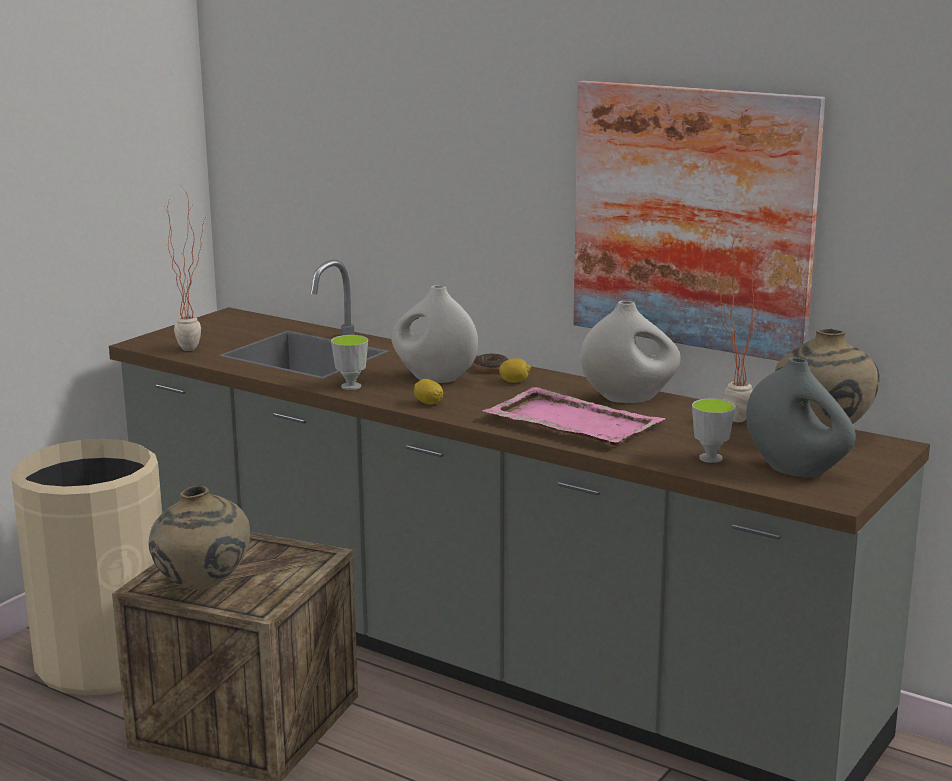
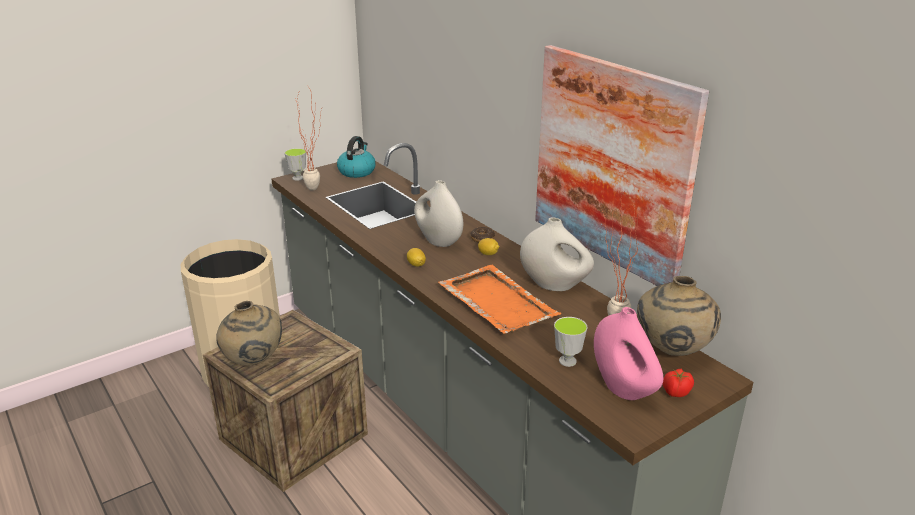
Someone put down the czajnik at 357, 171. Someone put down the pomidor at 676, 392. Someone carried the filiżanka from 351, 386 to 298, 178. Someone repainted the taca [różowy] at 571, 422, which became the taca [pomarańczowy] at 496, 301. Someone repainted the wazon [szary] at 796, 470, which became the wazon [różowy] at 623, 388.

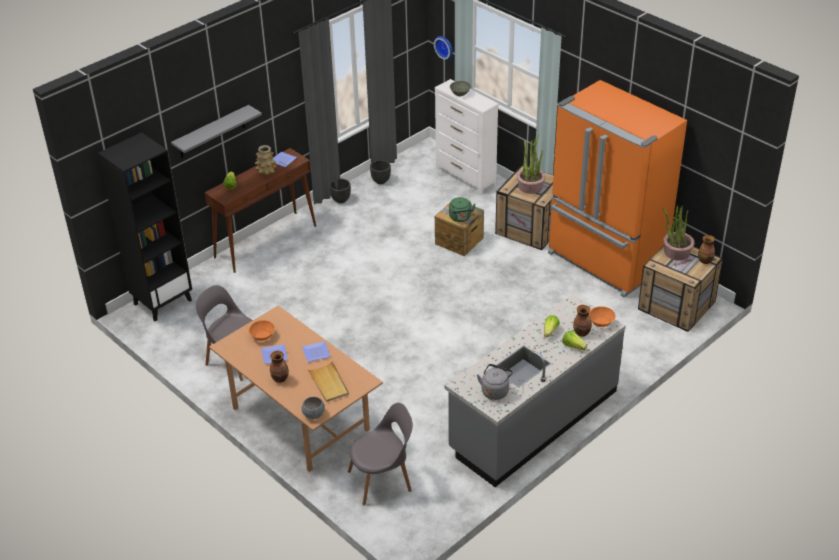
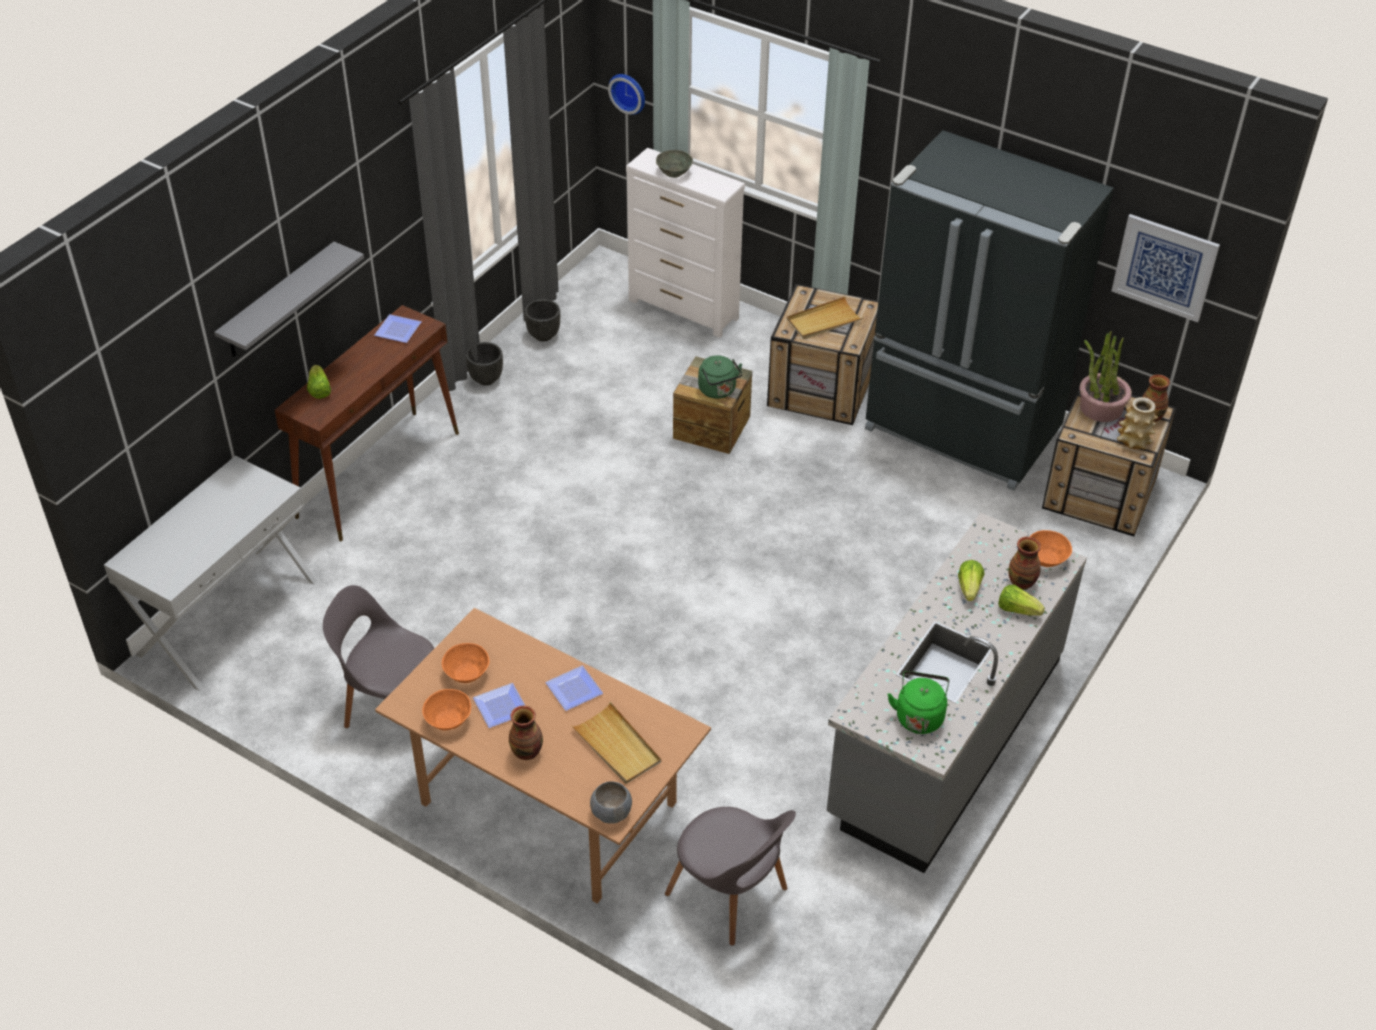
Someone put down the miska [pomarańczowy] at 447, 719. Someone put up the obraz at 1165, 267. Someone carried the wazon from 266, 171 to 1133, 441. Someone swapped the regał [czarny] at 163, 302 for the stolik konsolowy [biały] at 227, 616. Someone swapped the roślina doniczkowa at 530, 186 for the taca [beżowy] at 824, 321. Someone repainted the czajnik [szary] at 495, 391, which became the czajnik [zielony] at 919, 715. Someone repainted the lodówka [pomarańczowy] at 605, 262, which became the lodówka [czarny] at 961, 432. Someone rotated the krzesło [szary] at 382, 480 by 75 degrees clockwise.

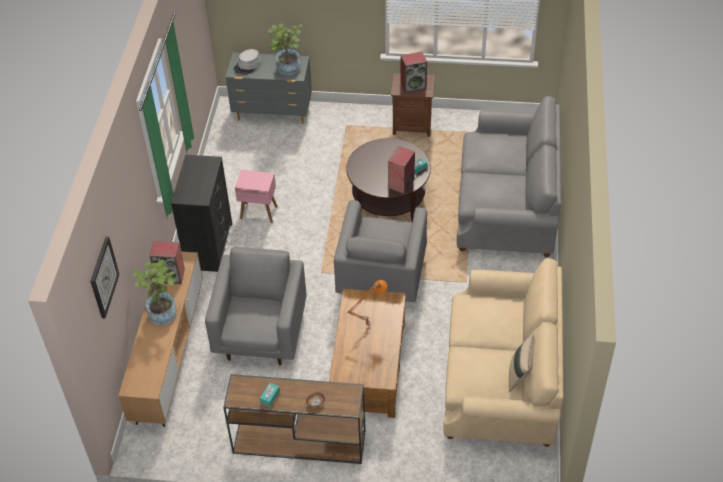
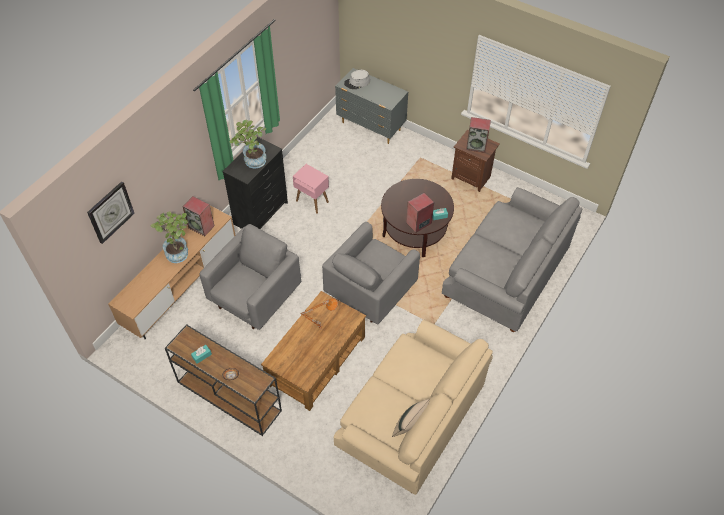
Someone carried the roślina doniczkowa from 287, 70 to 252, 162.

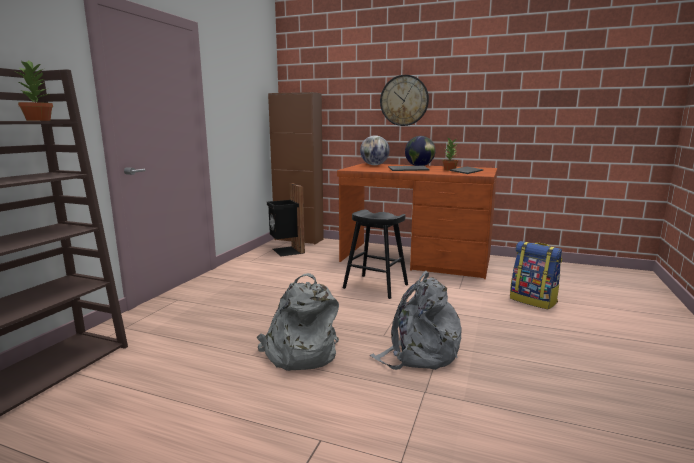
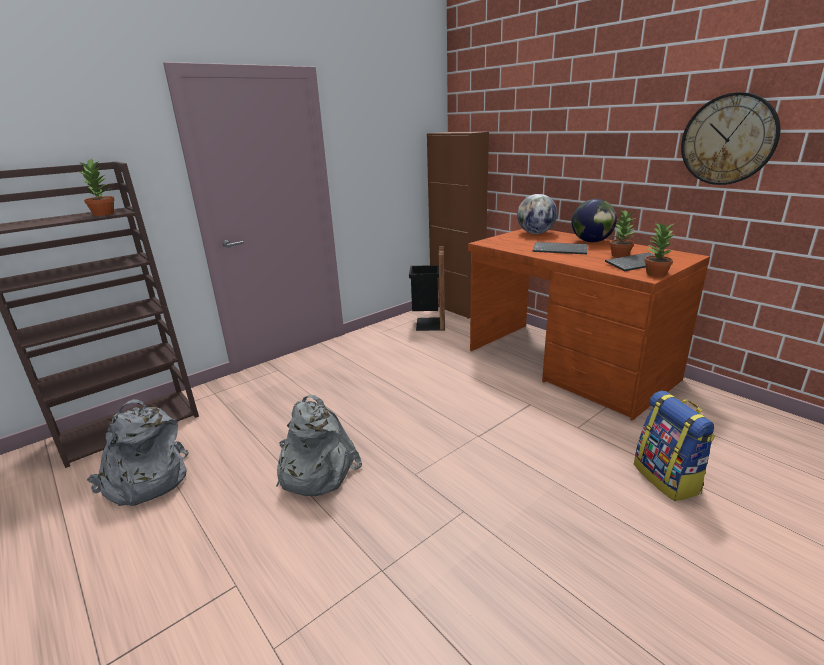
Someone took away the stołek [czarny] at 375, 286. Someone put down the roślina doniczkowa at 655, 274. Someone carried the plecak [szary] from 419, 353 to 145, 481. Someone carried the zegar ścienny from 404, 100 to 728, 139.

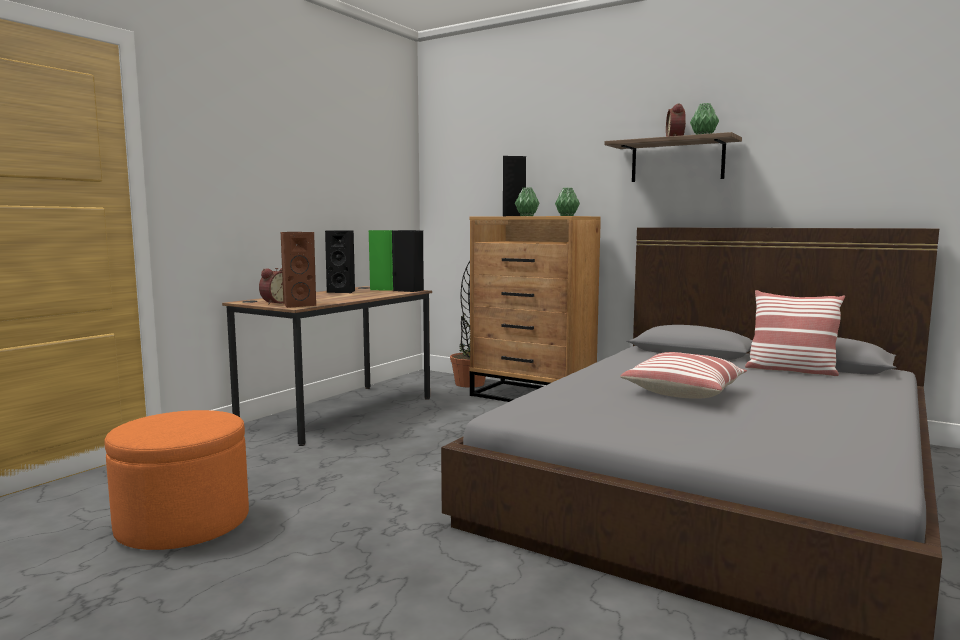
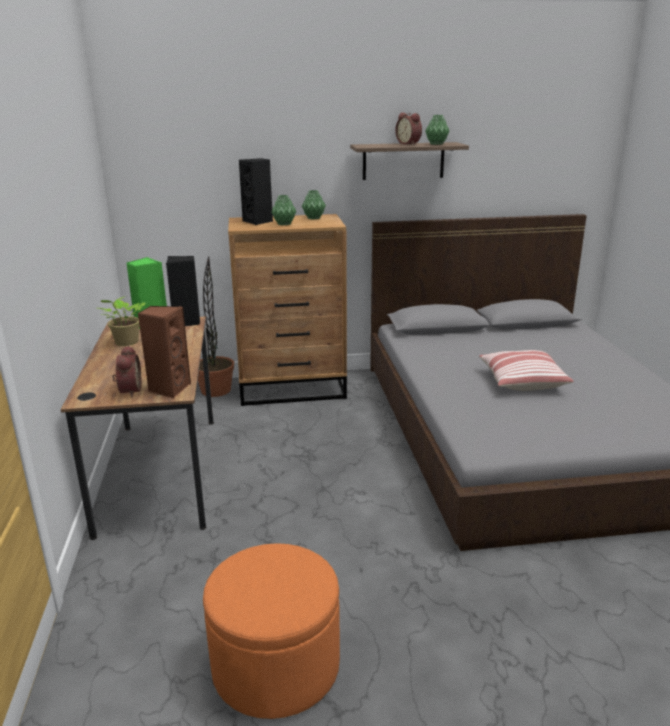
Someone took away the poduszka at 791, 370. Someone swapped the głośnik [czarny] at 343, 291 for the roślina doniczkowa at 126, 343.

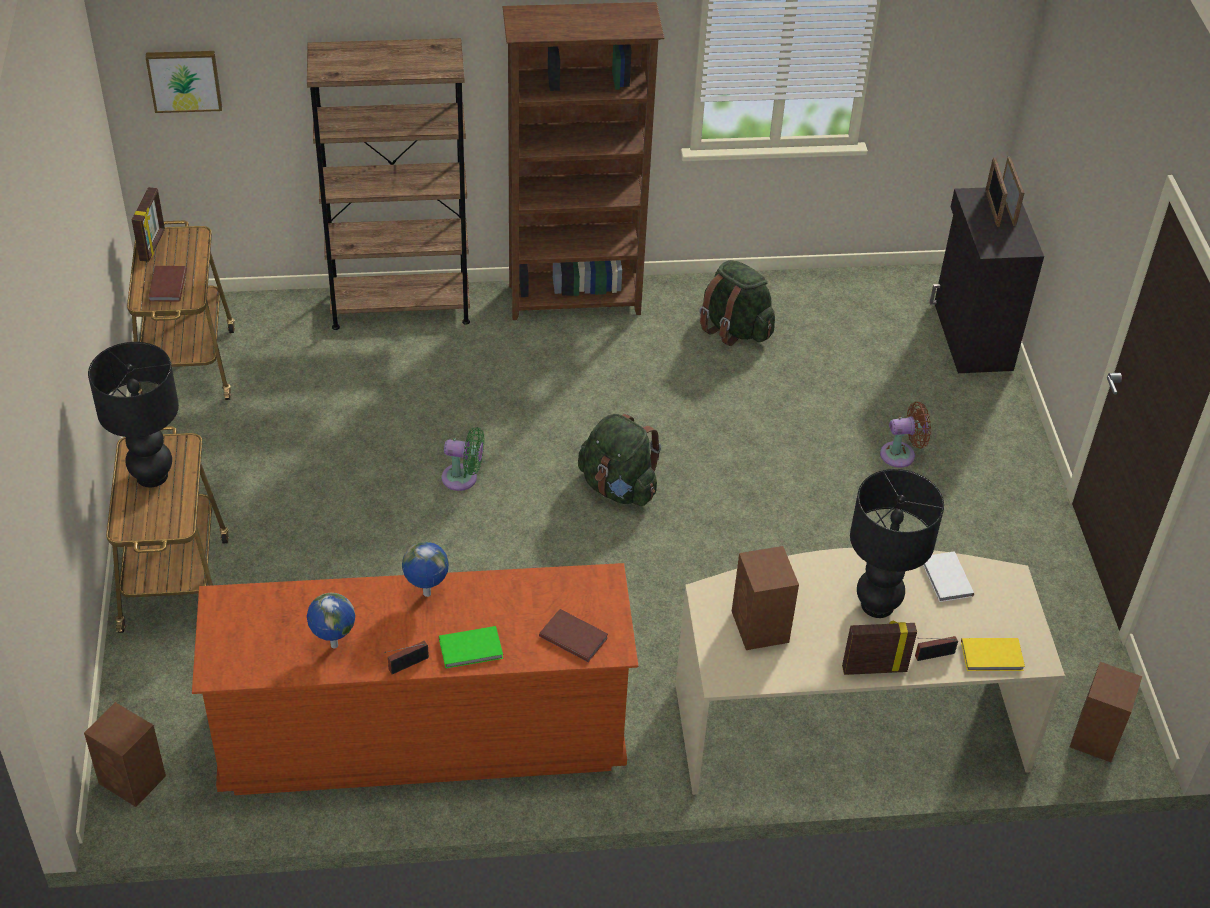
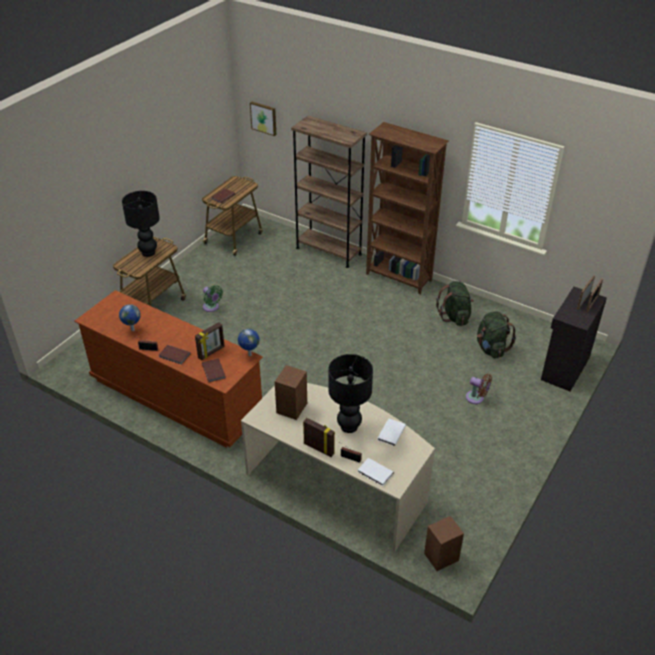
Someone took away the głośnik [brązowy] at 133, 780. Someone carried the ramka na zdjęcie from 153, 245 to 211, 352. Someone carried the globus from 427, 594 to 249, 355. Someone carried the wentylator [zielony] from 463, 478 to 212, 307. Someone carried the plecak [zielony] from 618, 487 to 491, 348. Someone repainted the książka [zielony] at 472, 649, which became the książka [brązowy] at 174, 356. Someone repainted the książka [żółty] at 993, 657, which became the książka [biały] at 375, 473.

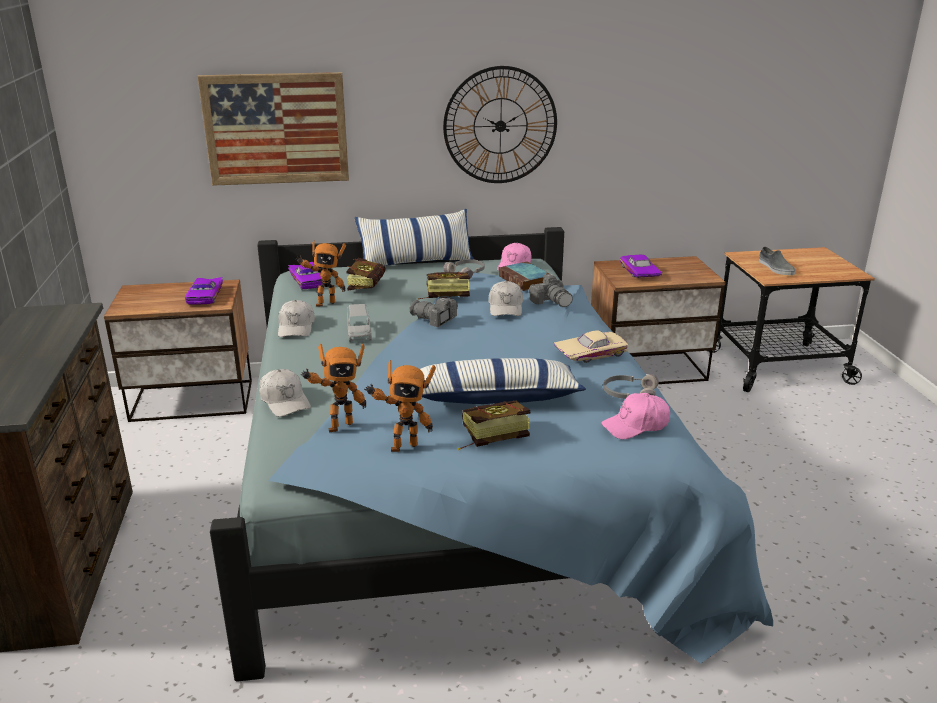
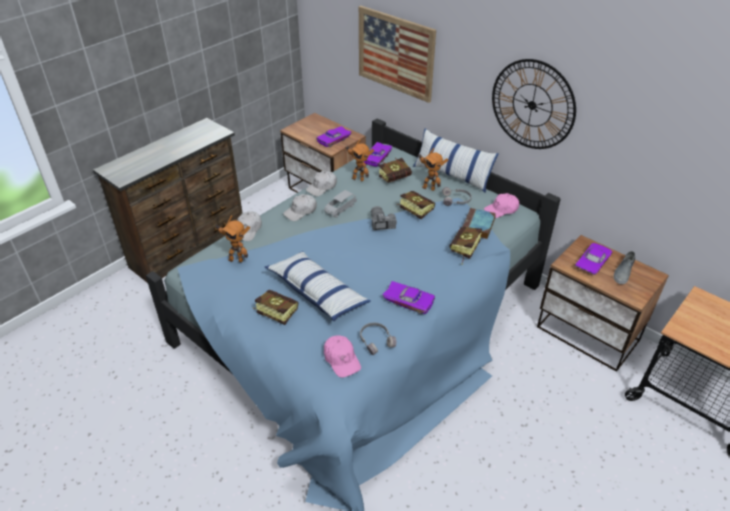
Someone carried the robot zabawkowy from 402, 446 to 429, 188. Someone carried the czapka z daszkiem [biały] from 506, 307 to 300, 211. Someone carried the but [szary] from 775, 268 to 623, 272. Someone swapped the aparat fotograficzny at 551, 301 for the książka at 463, 251. Someone repainted the samochodzik [beżowy] at 589, 353, which became the samochodzik [fioletowy] at 409, 300. Someone rotated the czapka z daszkiem [różowy] at 636, 426 by 150 degrees counterclockwise.

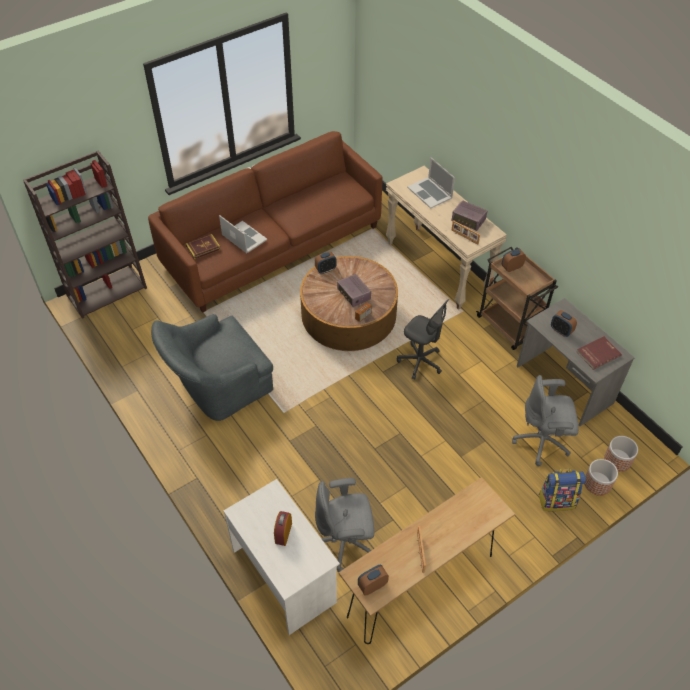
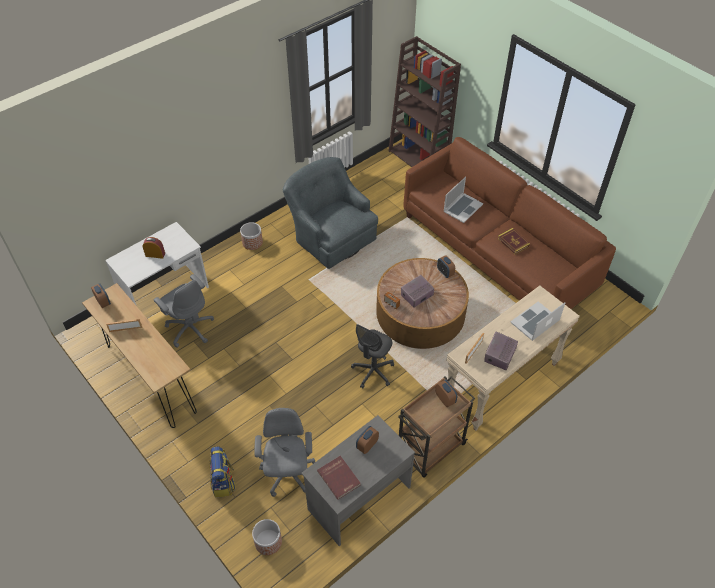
Someone carried the książka from 203, 248 to 513, 242. Someone carried the donica from 597, 483 to 252, 242. Someone rotated the krzesło biurowe [szary] at 344, 542 by 150 degrees clockwise.

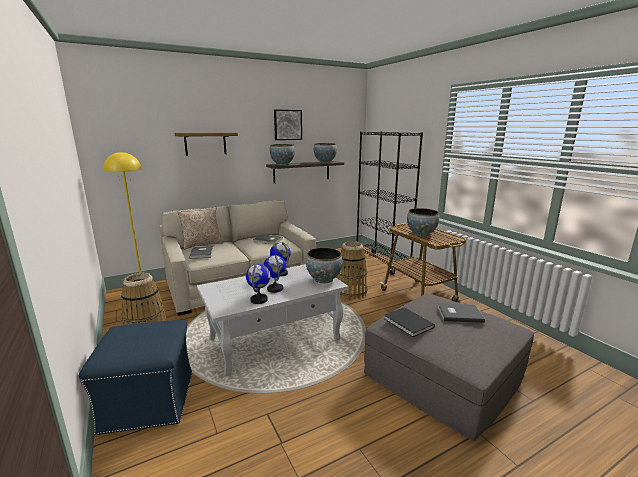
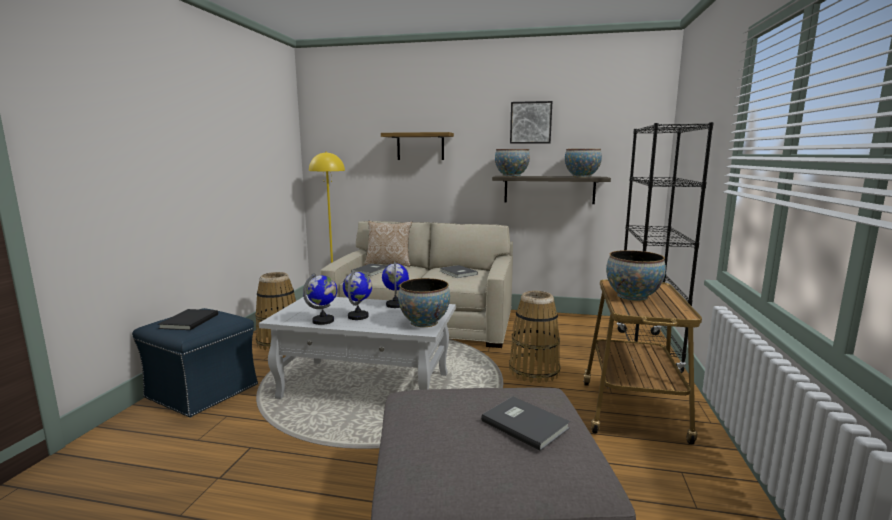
Someone carried the książka [czarny] from 408, 323 to 187, 321.

